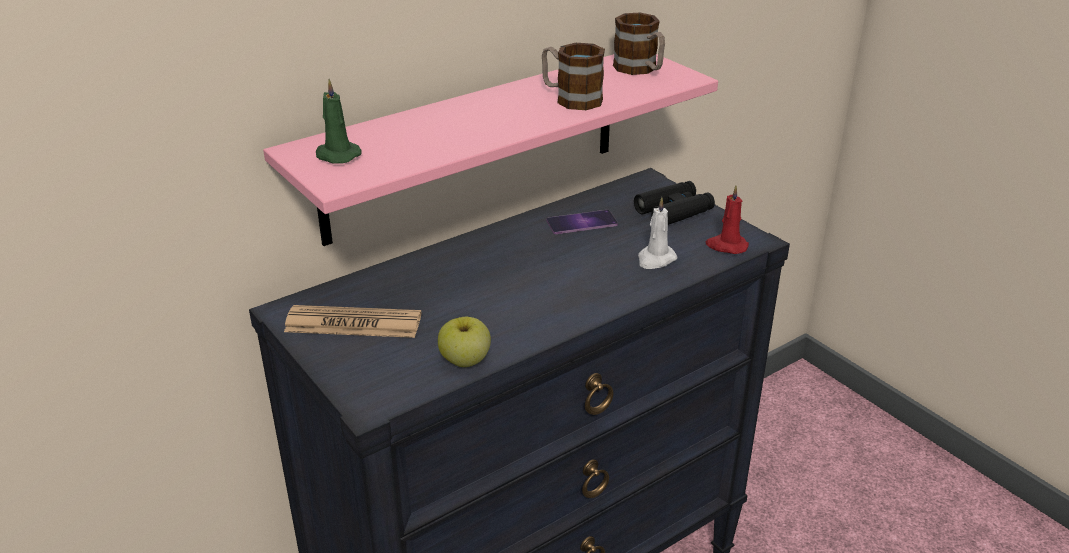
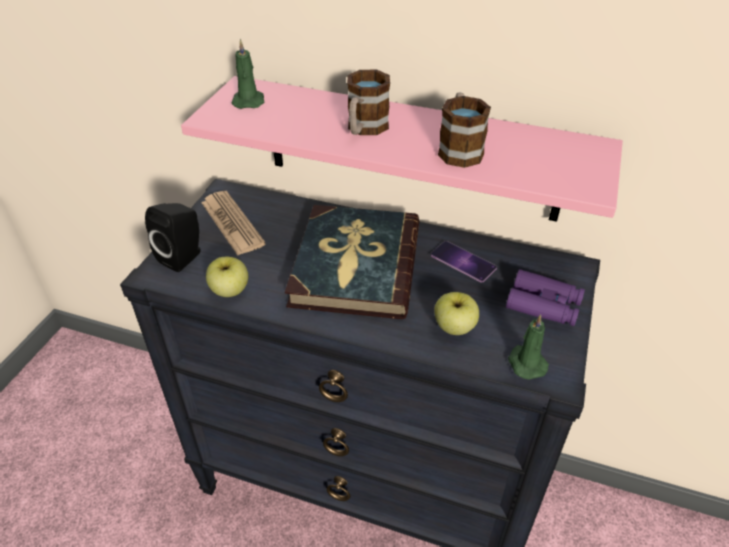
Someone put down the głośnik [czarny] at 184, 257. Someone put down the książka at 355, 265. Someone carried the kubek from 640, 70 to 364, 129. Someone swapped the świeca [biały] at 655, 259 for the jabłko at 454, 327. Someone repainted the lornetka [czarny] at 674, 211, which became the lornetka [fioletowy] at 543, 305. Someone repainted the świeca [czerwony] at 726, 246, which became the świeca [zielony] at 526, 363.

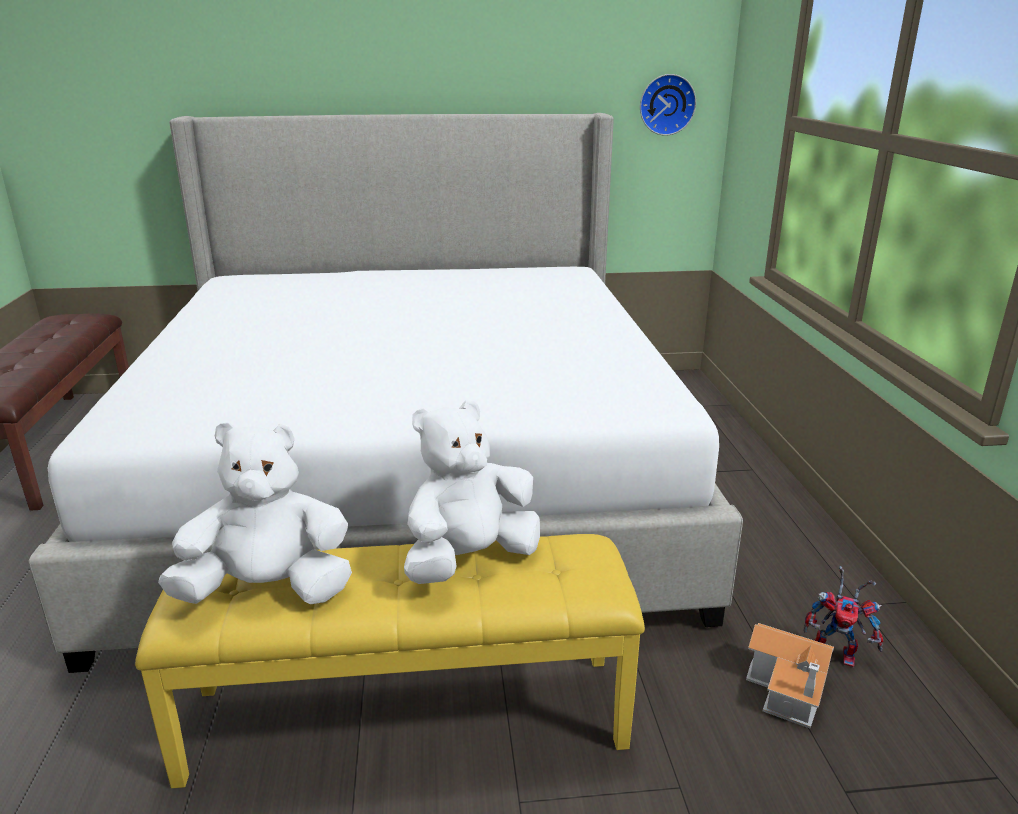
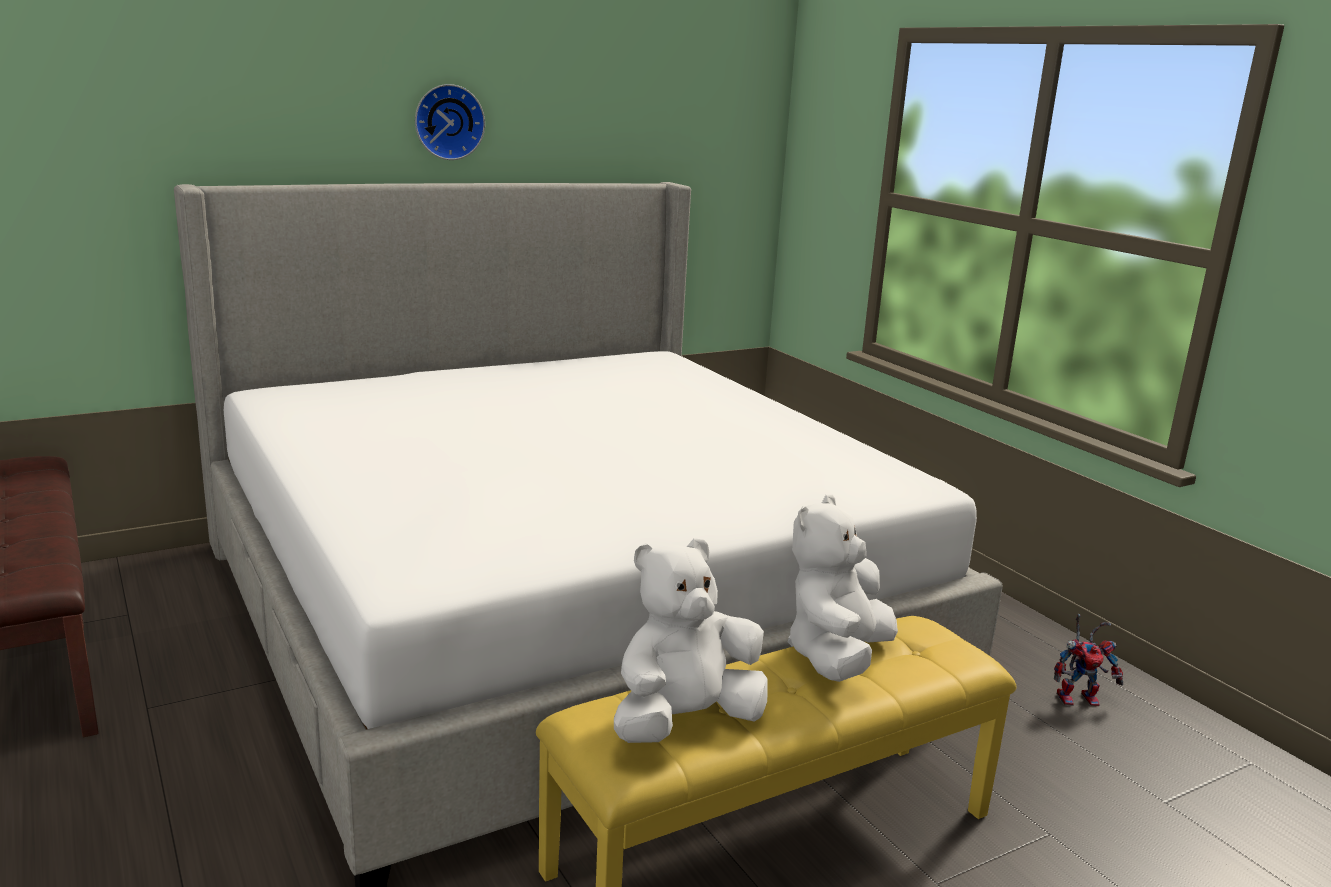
Someone took away the domek at 789, 689. Someone carried the zegar ścienny from 666, 104 to 448, 122.

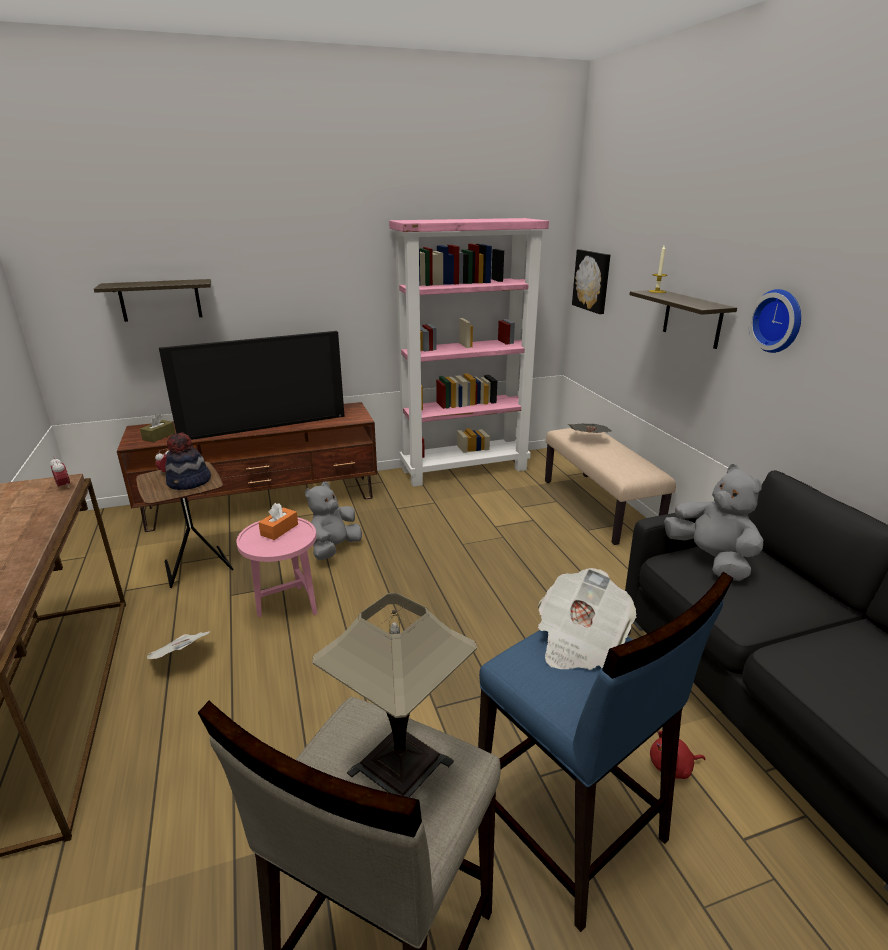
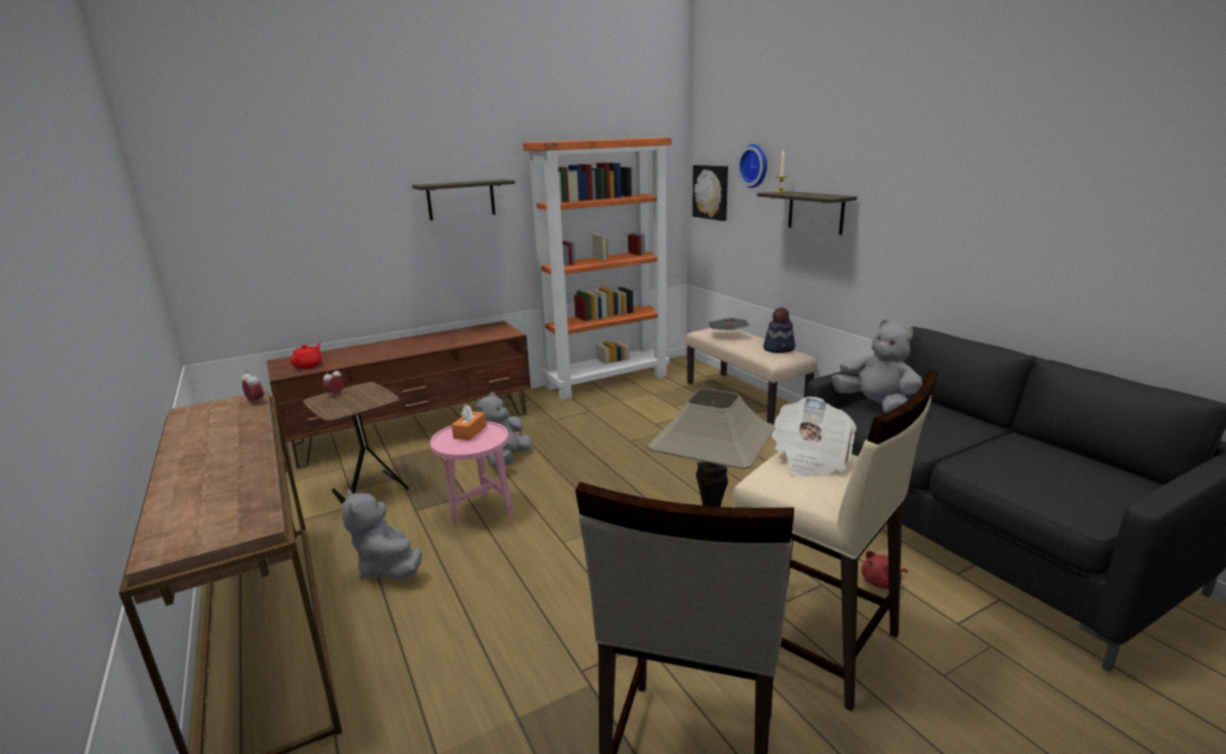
Someone took away the telewizor at 264, 425. Someone carried the półka from 160, 300 to 461, 199. Someone carried the kapelusz from 189, 482 to 779, 349. Someone carried the zegar ścienny from 779, 321 to 755, 166. Someone swapped the pudełko chusteczek [brązowy] at 159, 436 for the imbryk [czerwony] at 309, 365. Someone swapped the gazeta at 181, 657 for the pluszak [szary] at 388, 567. Someone repainted the regał [różowy] at 465, 469, which became the regał [pomarańczowy] at 607, 381. Someone repainted the stołek [niebieski] at 570, 828, which became the stołek [beżowy] at 814, 640.

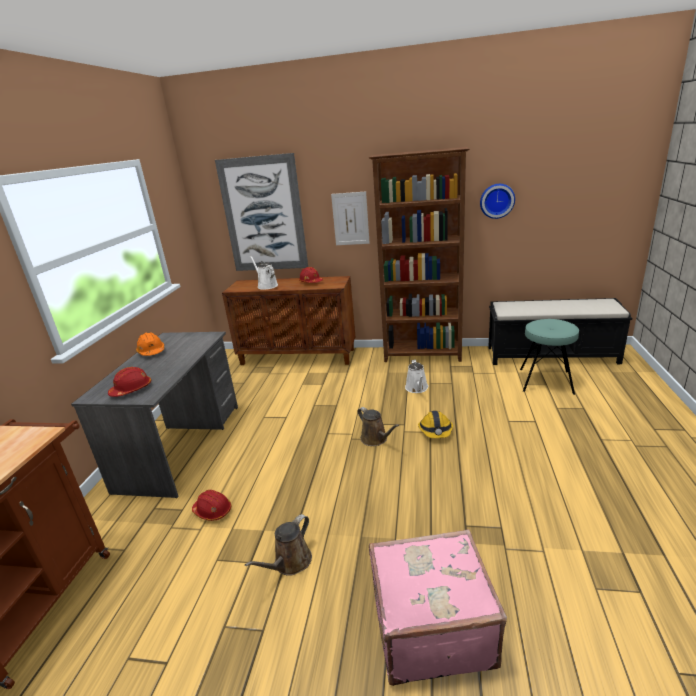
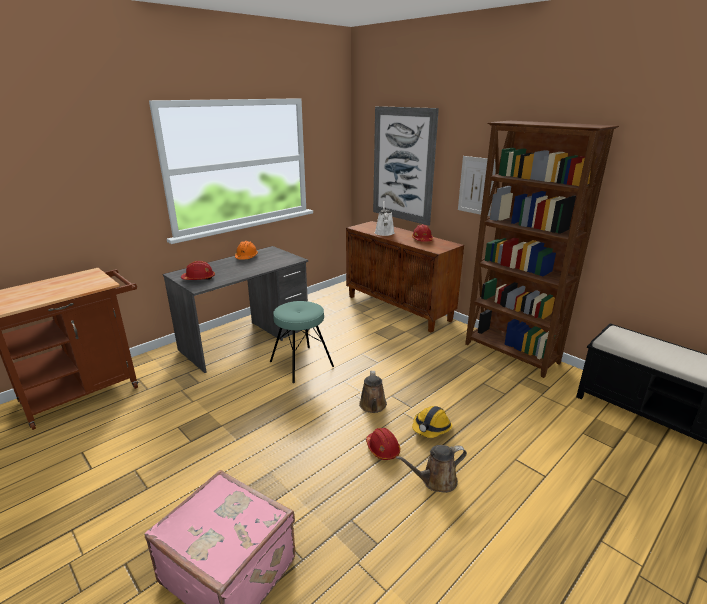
Someone took away the konewka [biały] at 417, 388. Someone took away the zegar ścienny at 497, 200. Someone carried the kask [czerwony] from 213, 511 to 382, 449. Someone carried the konewka [brązowy] from 290, 563 to 436, 480. Someone carried the stołek [turkusowy] from 545, 381 to 301, 364.

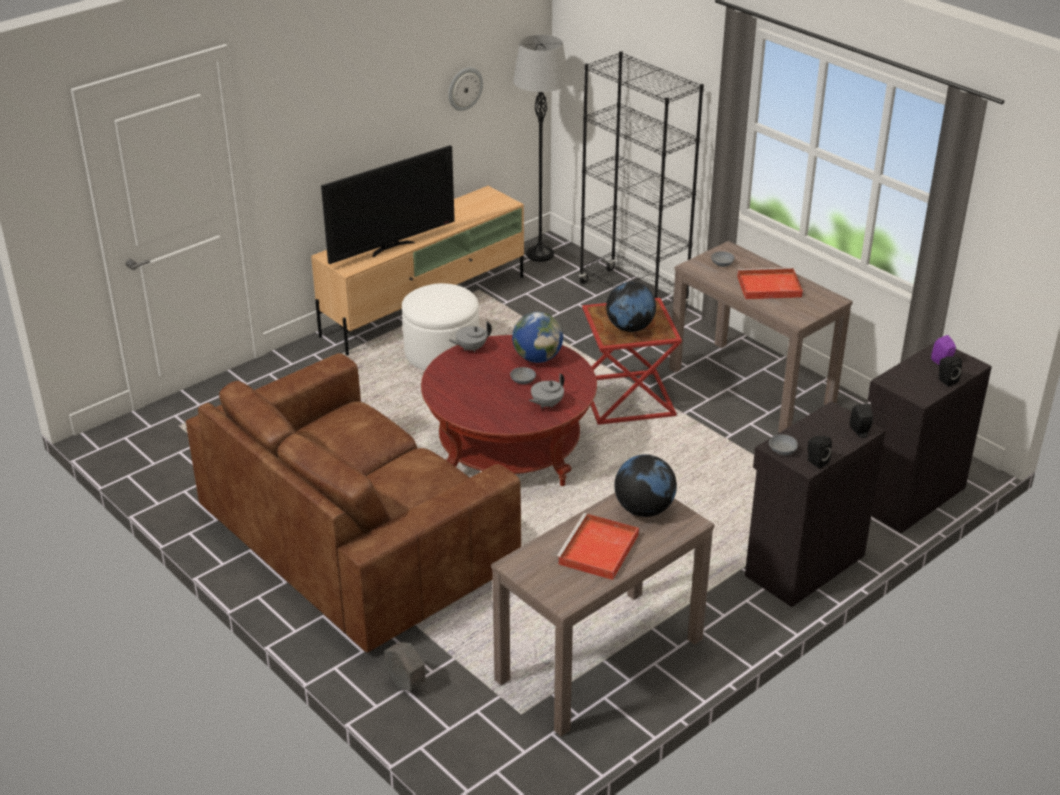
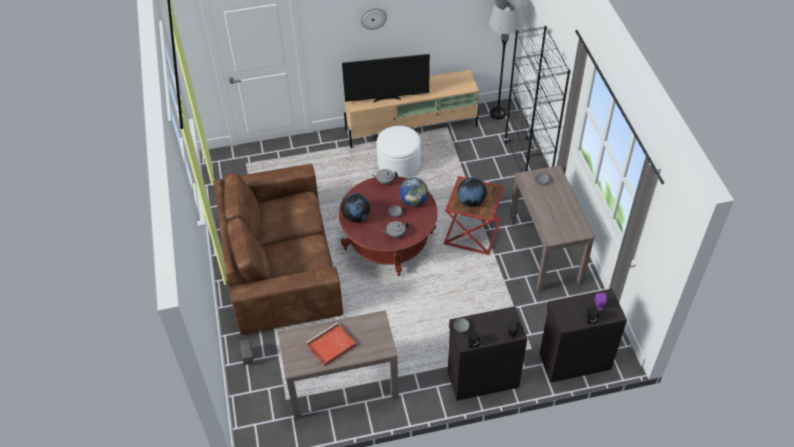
Someone took away the taca [czerwony] at 767, 287. Someone carried the zegar ścienny from 464, 88 to 373, 18. Someone carried the globus from 644, 509 to 356, 217.

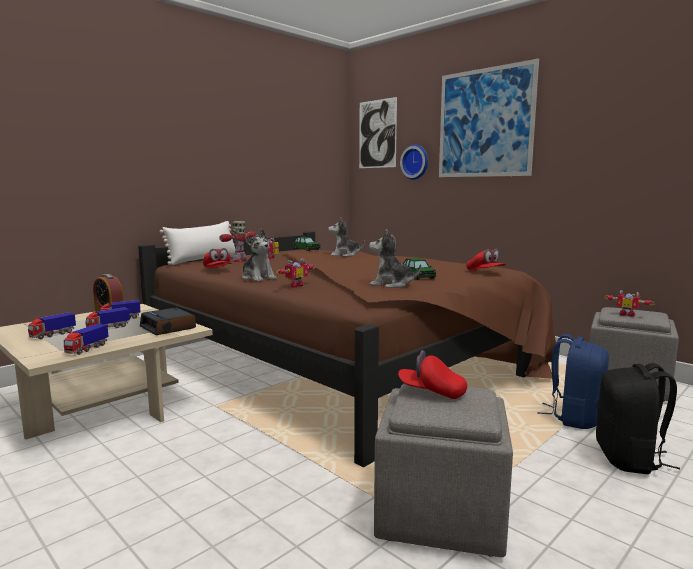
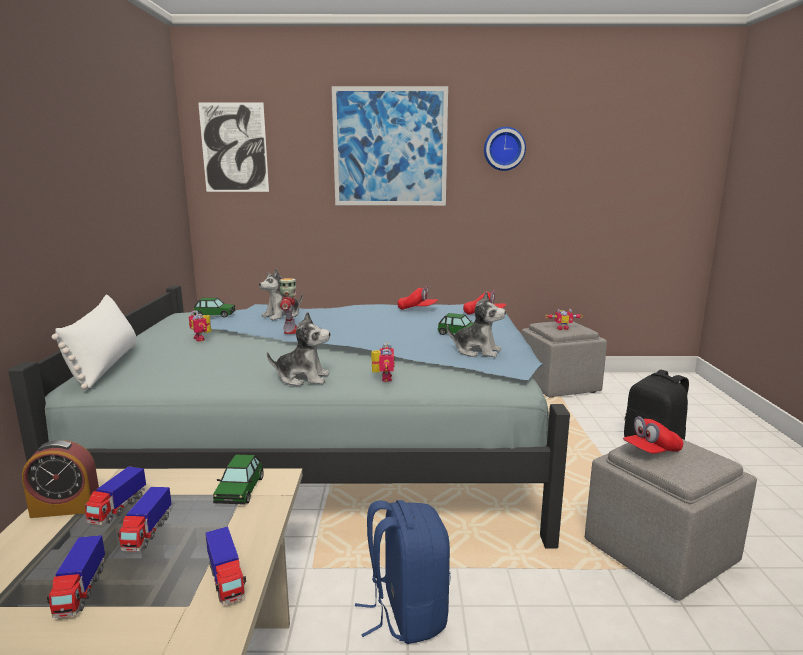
Someone carried the czapka z daszkiem [czerwony] from 217, 270 to 417, 309. Someone carried the robot zabawkowy from 240, 261 to 290, 331. Someone carried the zegar ścienny from 416, 162 to 504, 149. Someone carried the plecak [niebieski] from 574, 417 to 406, 613. Someone swapped the budzik at 168, 327 for the samochodzik at 240, 490. Someone repainted the łóżko [brązowy] at 342, 363, which became the łóżko [niebieski] at 338, 449. Someone rotated the pluszak at 391, 285 by 135 degrees counterclockwise.

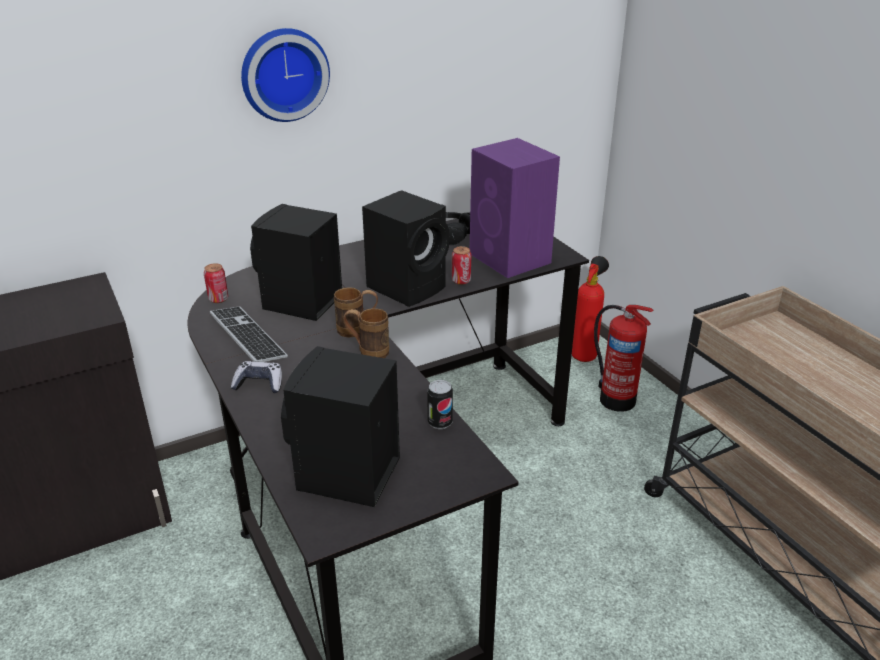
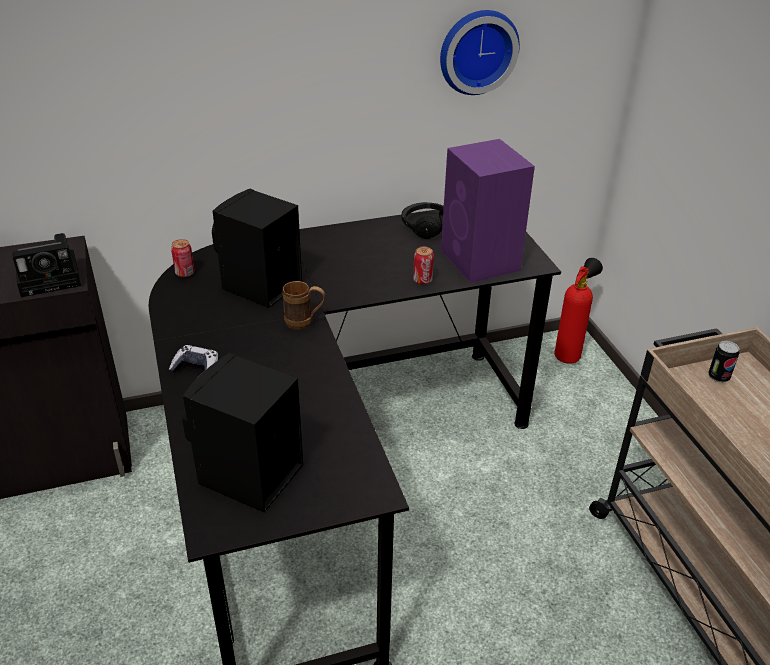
Someone took away the klawiatura at 247, 336. Someone took away the kubek [brązowy] at 367, 351. Someone took away the głośnik [czarny] at 408, 286. Someone took away the gaśnica at 615, 398. Someone put down the aparat fotograficzny at 52, 278. Someone carried the zegar ścienny from 283, 74 to 477, 51. Someone carried the puszka from 440, 422 to 718, 377.

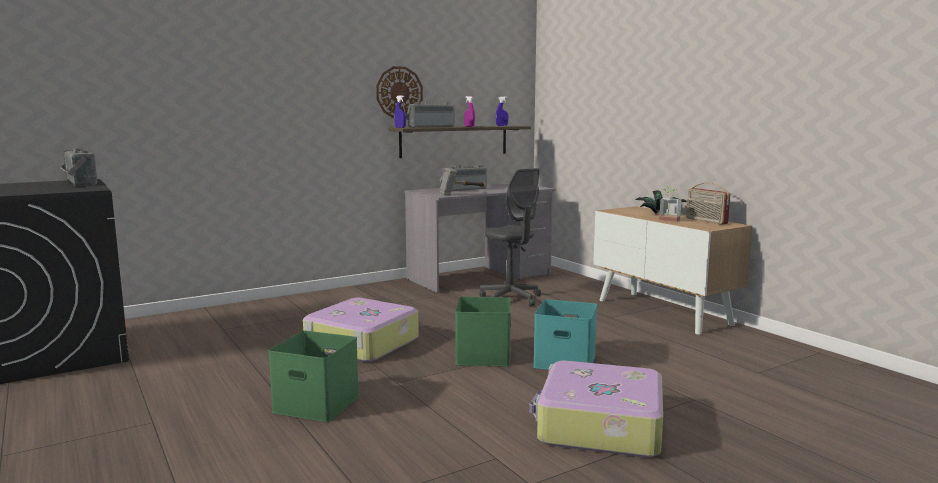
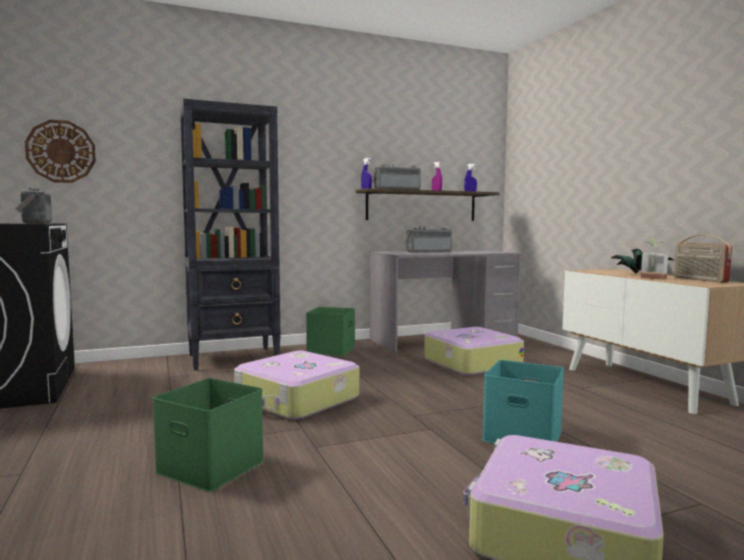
Someone took away the młotek at 462, 194. Someone put down the regał [czarny] at 234, 358. Someone carried the zegar ścienny from 399, 92 to 61, 151. Someone carried the pojemnik do przechowywania [zielony] from 484, 356 to 332, 350. Someone swapped the krzesło biurowe [szary] at 511, 299 for the walizka at 471, 363.

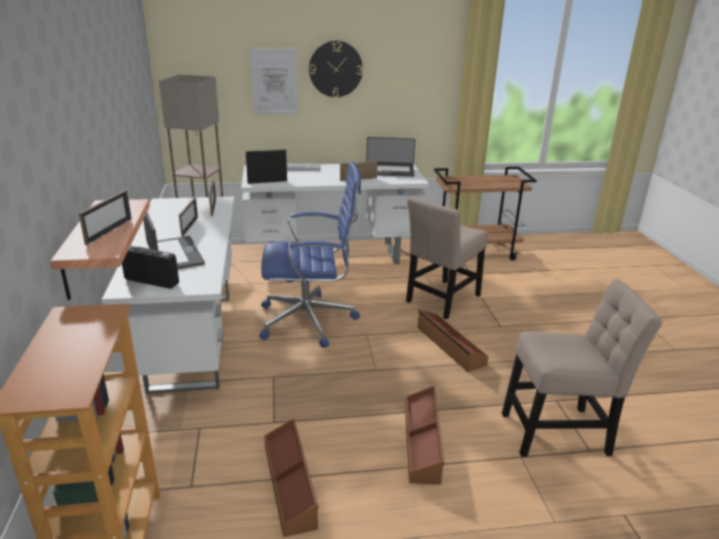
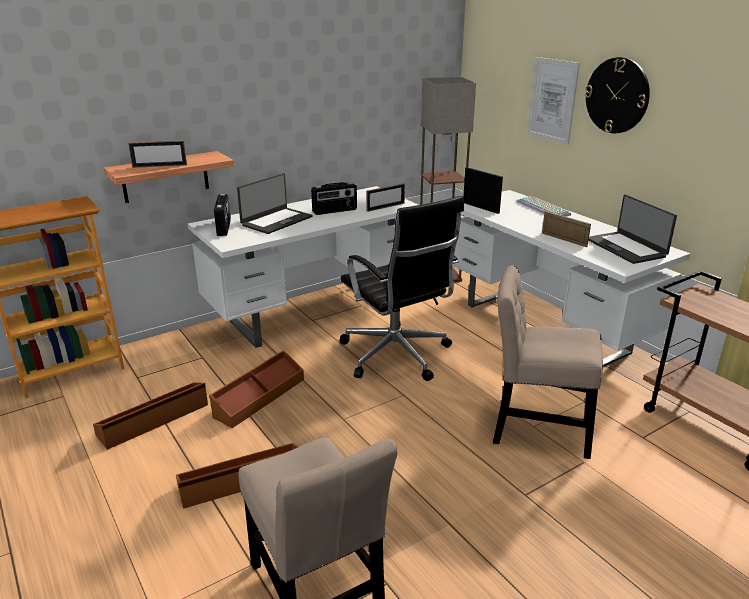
Someone carried the pojemnik do przechowywania [brązowy] from 449, 346 to 259, 397. Someone swapped the ramka na zdjęcie at 189, 226 for the radio at 335, 211. Someone repainted the krzesło biurowe [niebieski] at 310, 320, which became the krzesło biurowe [czarny] at 396, 355.

